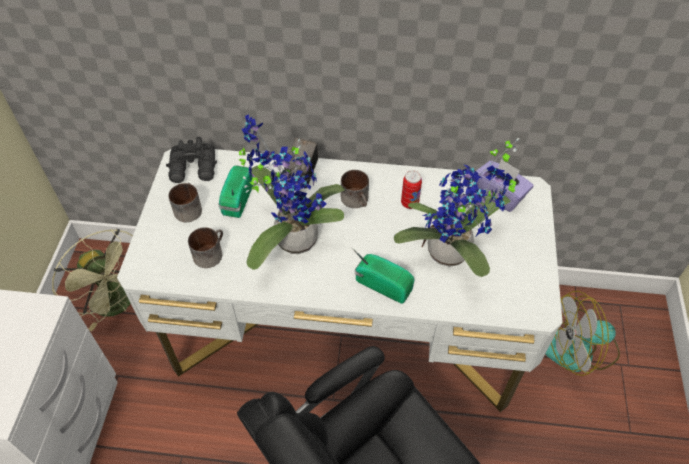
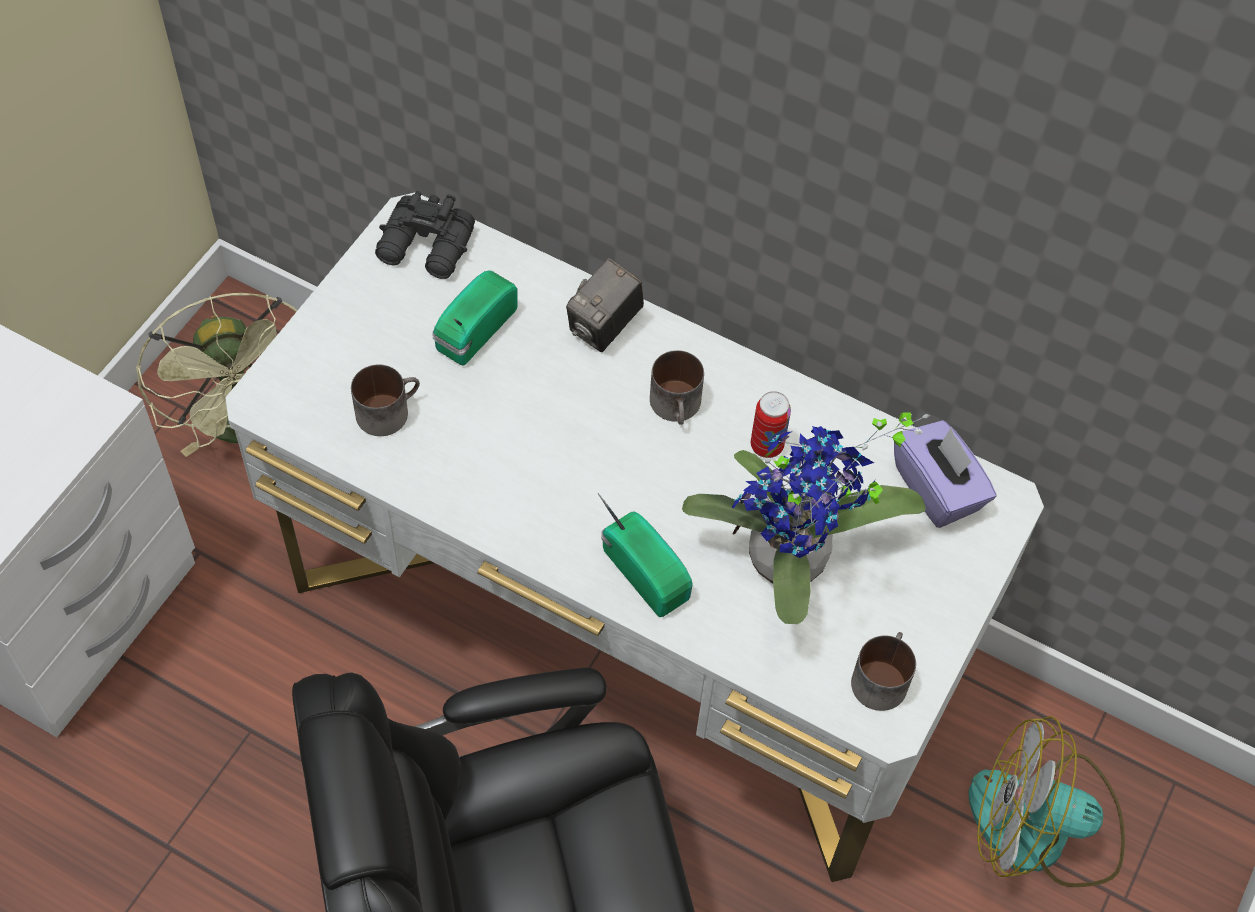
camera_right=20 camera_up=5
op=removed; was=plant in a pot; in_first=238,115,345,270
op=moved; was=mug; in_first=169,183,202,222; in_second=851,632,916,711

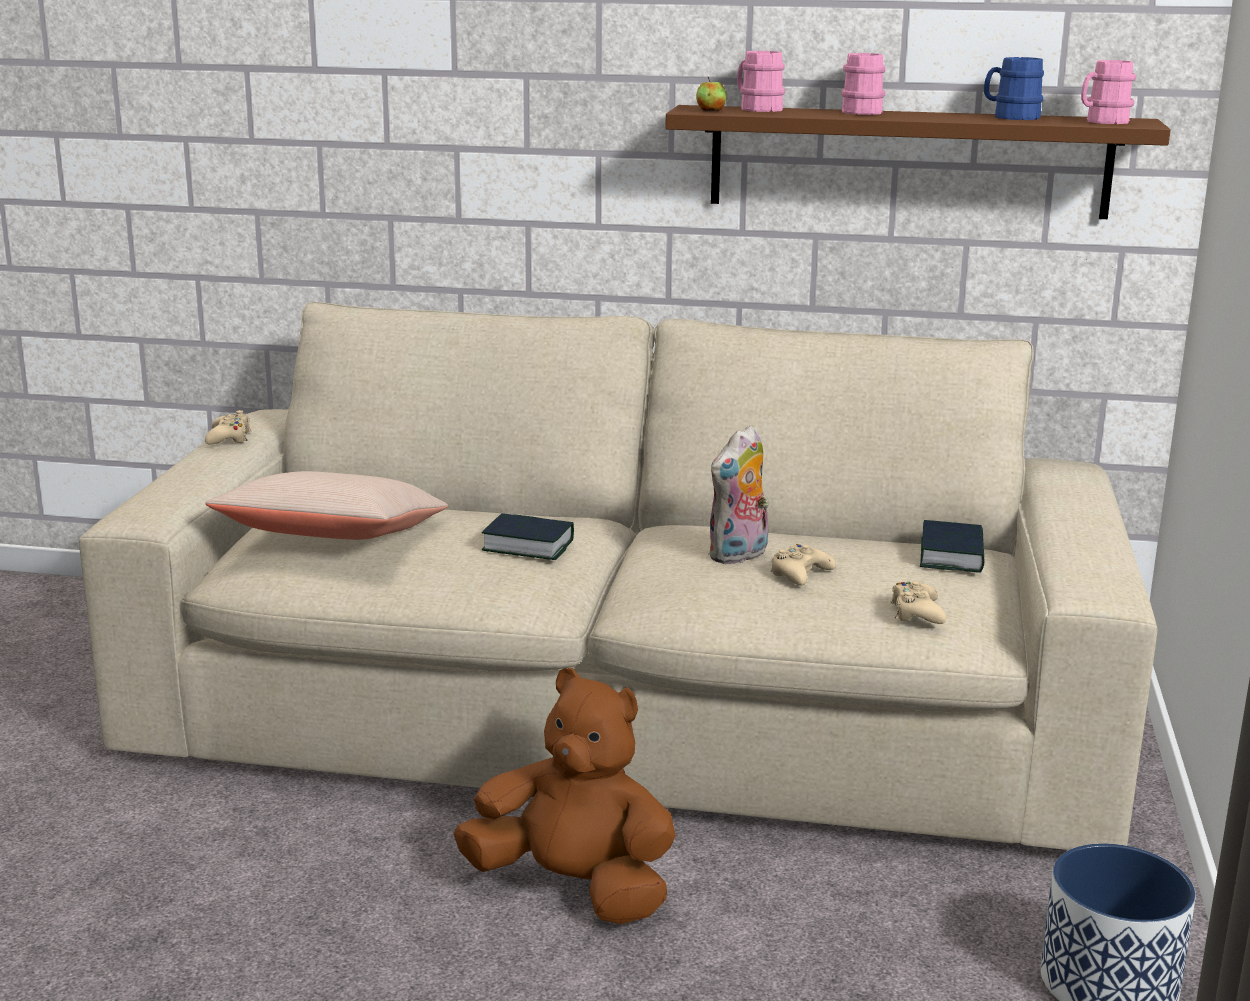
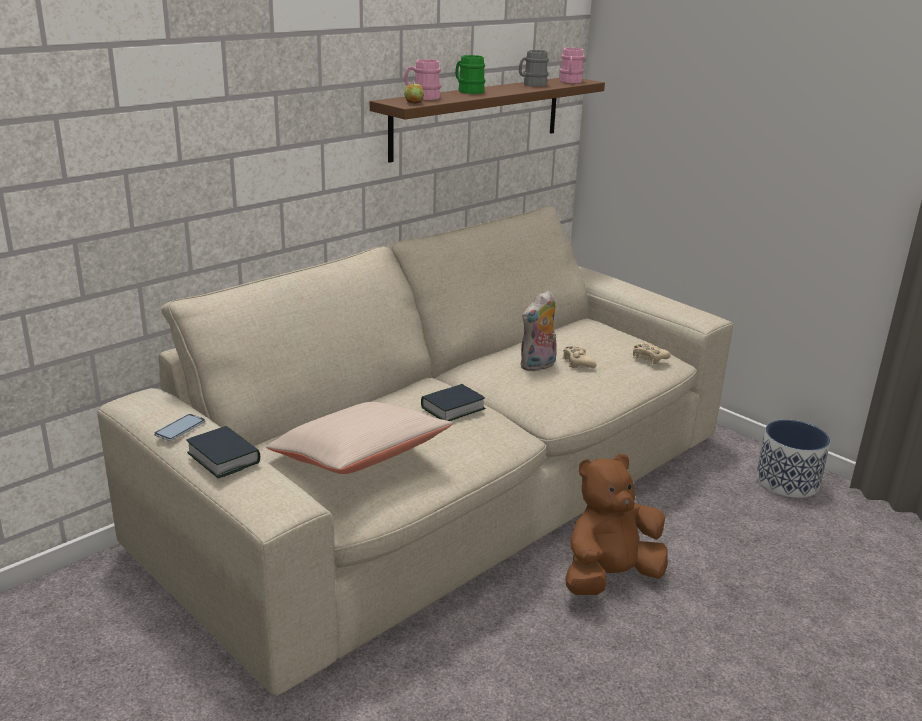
camera_right=-55 camera_up=5
op=moved; was=bound book; in_first=920,520,984,573; in_second=186,426,260,478
op=replaced; was=beige-coloured joypad; now=phone; in_first=205,410,252,445; in_second=154,414,205,441
op=recoloured; was=pink mug; now=greenish mug; in_first=841,53,886,115; in_second=455,55,486,94
op=recoloured; was=bluish mug; now=grey mug; in_first=984,57,1044,120; in_second=519,50,549,87
op=turned; was=soft toy; in_first=708,425,769,565; in_second=520,291,557,371; clockwise=60

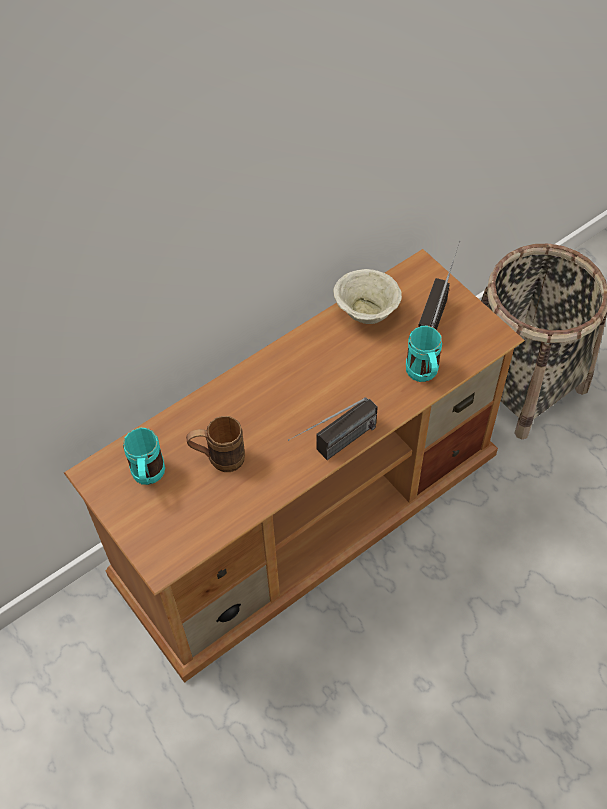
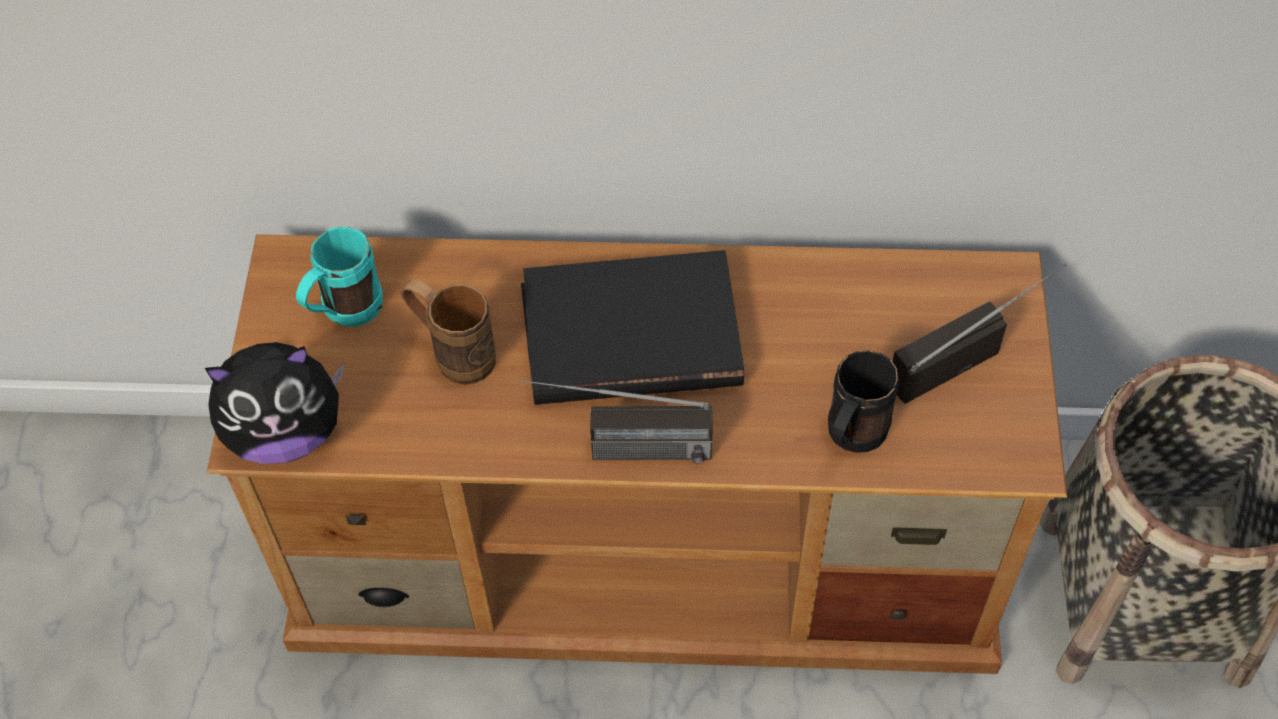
camera_right=40 camera_up=0
op=removed; was=beige-coloured serving bowl; in_first=333,269,402,324
op=added; now=soft toy; in_second=205,342,344,464
op=added; now=black bound book; in_second=521,250,744,405
op=recoloured; was=turquoise-coloured mug; now=black mug; in_first=406,326,442,382; in_second=828,351,899,453

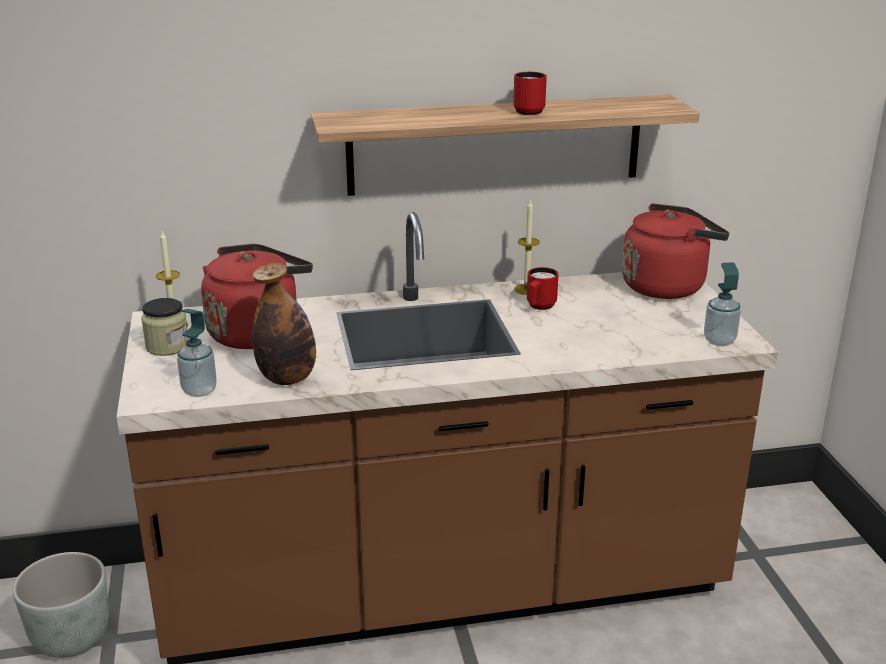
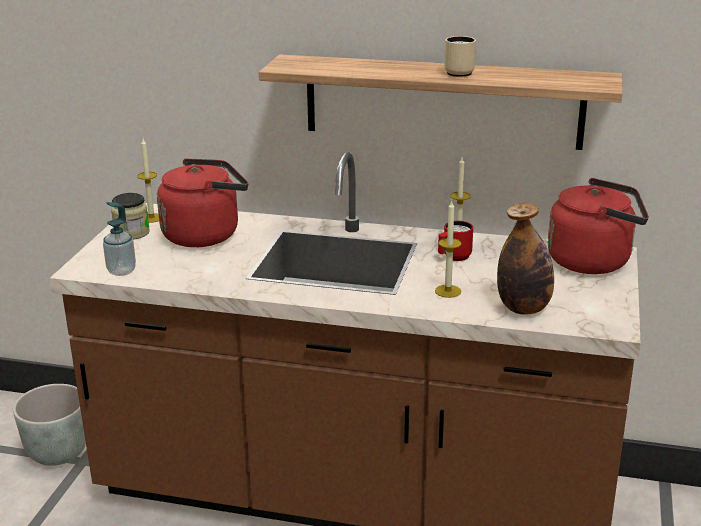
camera_right=25 camera_up=0
op=removed; was=soap dispenser; in_first=704,262,741,346
op=added; now=candle; in_second=435,201,462,298
op=moved; was=drink bottle; in_first=252,263,316,385; in_second=497,203,554,315
op=recoloured; was=red-coloured mug; now=beige-coloured mug; in_first=513,72,547,115; in_second=445,36,476,77

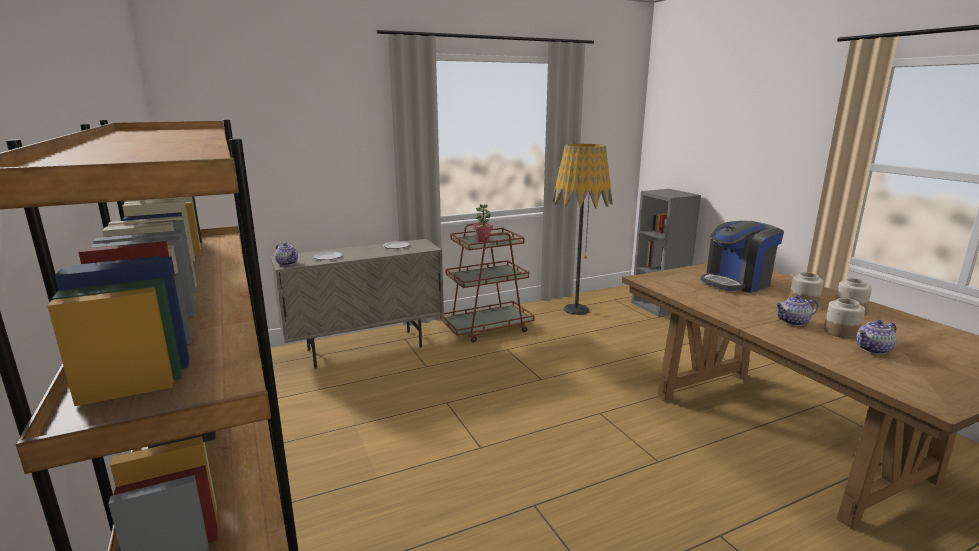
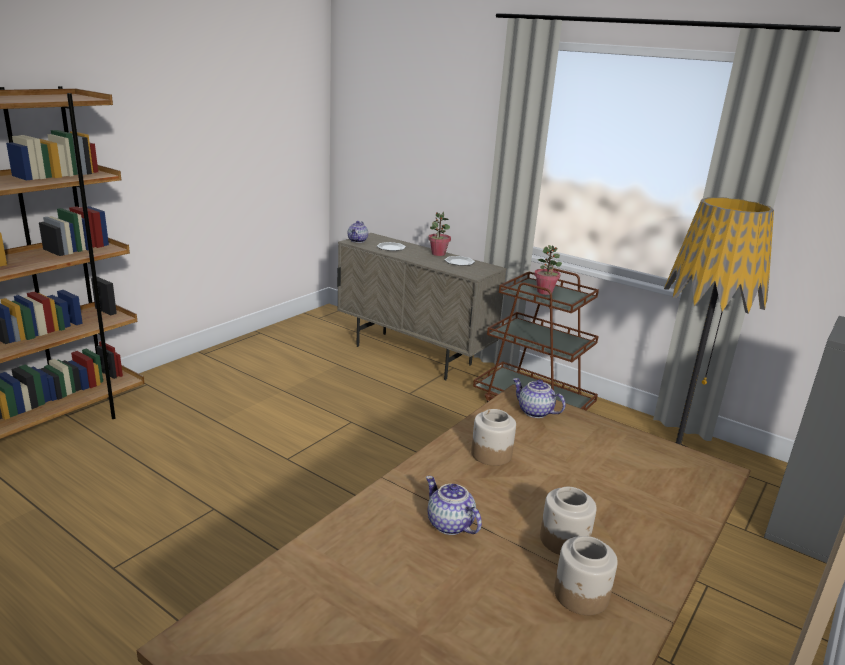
camera_right=60 camera_up=5
op=removed; was=coffee maker; in_first=701,221,784,293
op=added; now=plant in a pot; in_second=428,212,451,256
op=moved; was=jar; in_first=824,298,865,339; in_second=471,409,516,466
op=moved; was=teapot; in_first=856,320,896,355; in_second=513,378,565,418

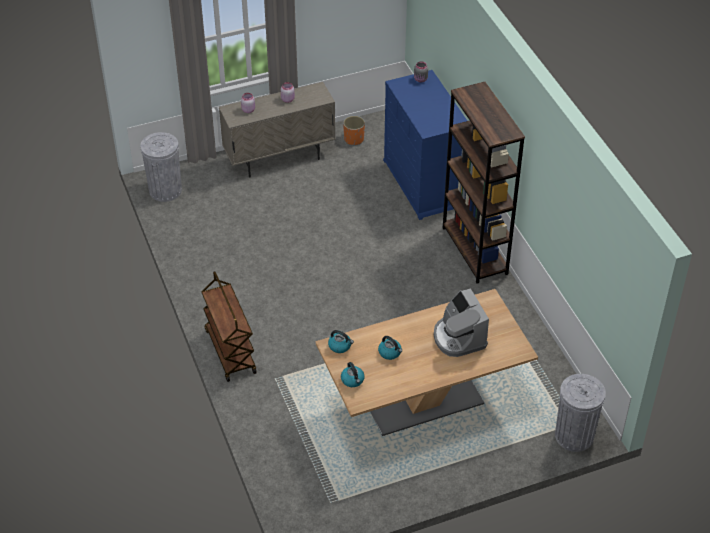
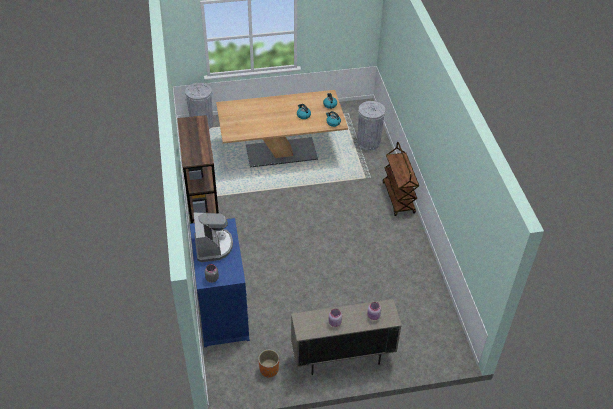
camera_right=-170 camera_up=0
op=moved; was=grey trash can; in_first=140,132,182,202; in_second=357,101,385,150
op=moved; was=coffee maker; in_first=434,288,489,357; in_second=193,213,233,262

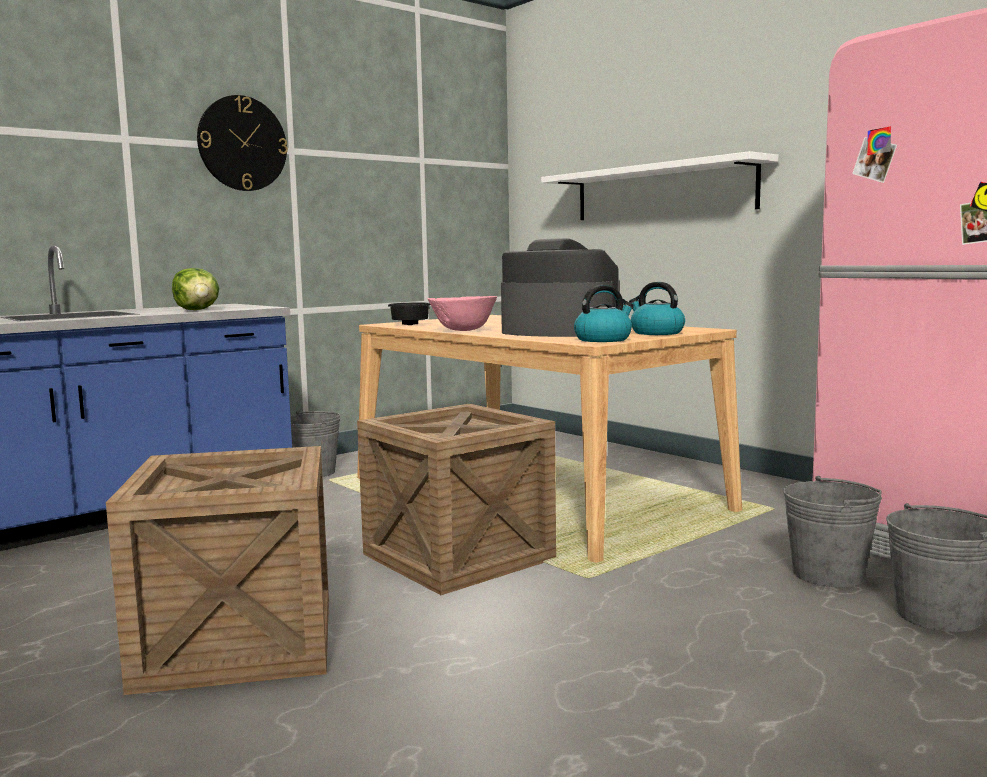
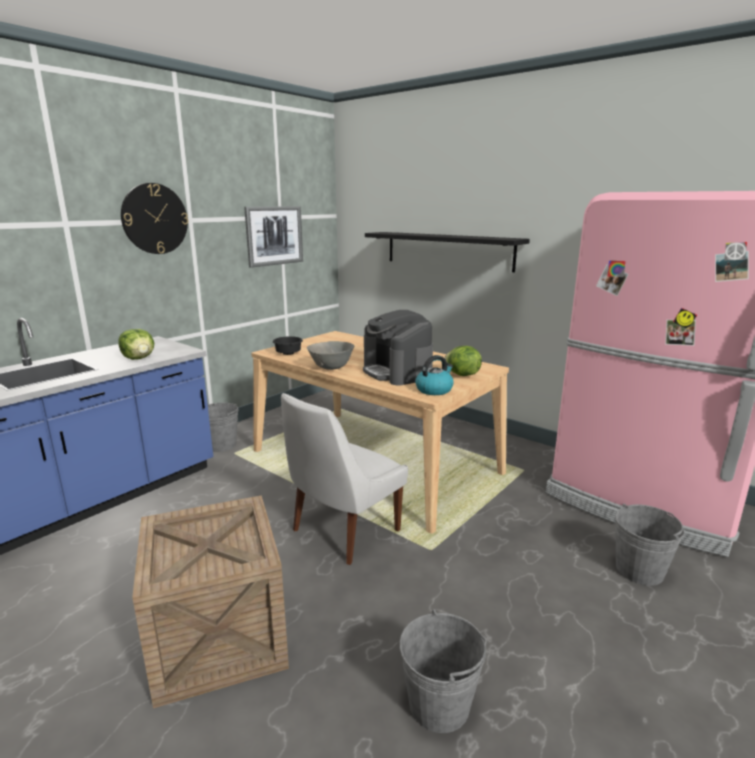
camera_right=-10 camera_up=10
op=added; now=picture; in_second=244,206,303,268
op=moved; was=grey pail; in_first=783,476,882,587; in_second=400,609,487,733
op=replaced; was=shipping crate; now=white upright chair; in_first=357,404,556,595; in_second=281,393,408,565
op=replaced; was=water kettle; now=lettuce; in_first=629,282,685,335; in_second=444,346,482,376
op=recoloured; was=pink serving bowl; now=grey serving bowl; in_first=428,296,497,331; in_second=307,341,354,370
op=recoloured; was=white bracket shelf; now=black bracket shelf; in_first=541,151,778,220; in_second=365,232,530,272
op=turned; was=coffee maker; in_first=501,238,620,337; in_second=363,310,433,386; clockwise=-135

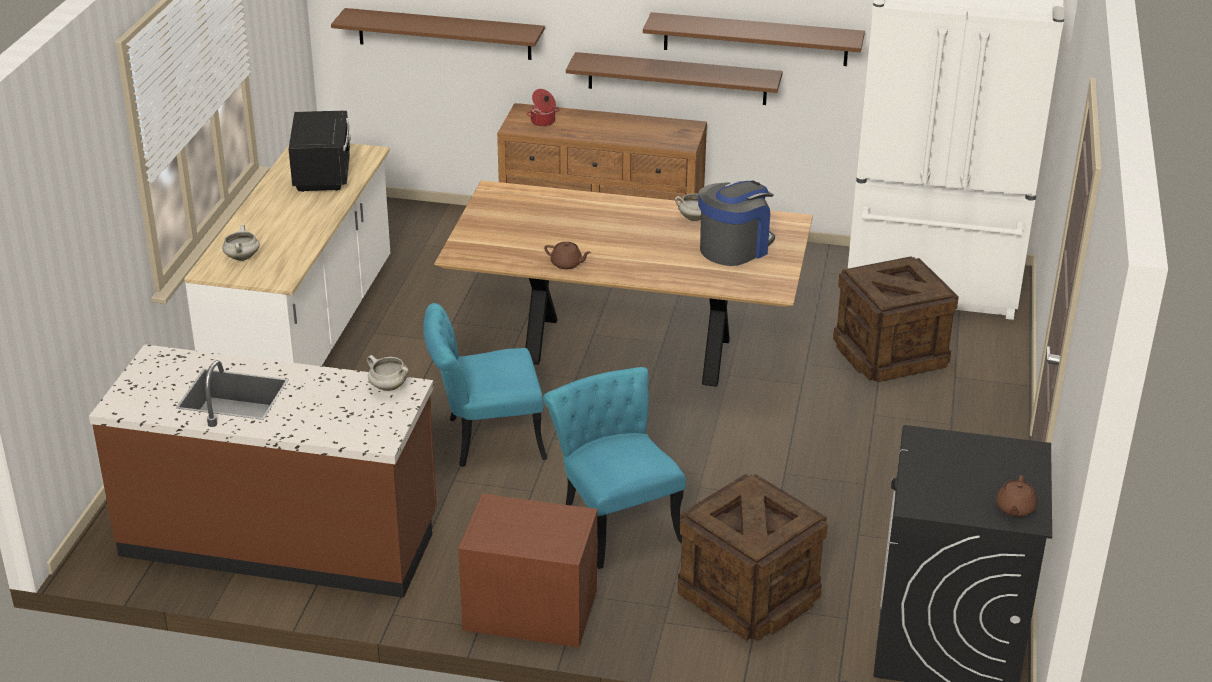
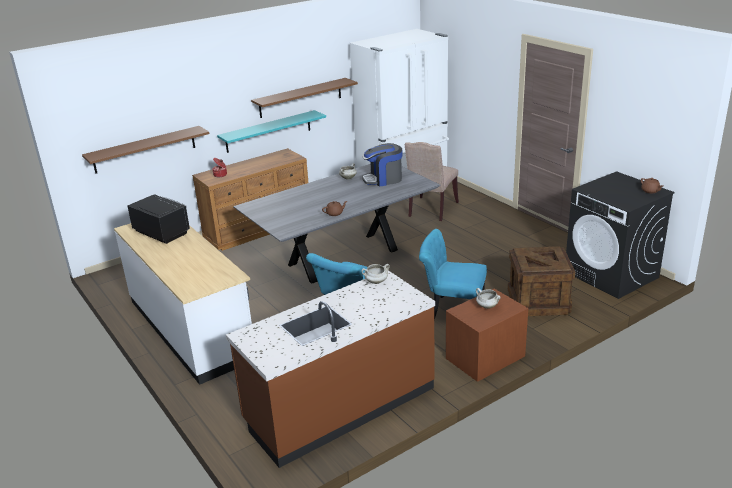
camera_right=-45 camera_up=-5
op=moved; was=white stockpot; in_first=222,225,260,261; in_second=476,288,501,308
op=replaced; was=shipping crate; now=beige-coloured upright chair; in_first=833,256,959,382; in_second=405,142,459,221
op=recoloured; was=brownish kitchen table; now=grey kitchen table; in_first=434,180,813,386; in_second=233,164,441,284
op=recoloured; was=brownish bracket shelf; now=turquoise-coloured bracket shelf; in_first=566,52,783,105; in_second=217,110,326,153
op=turned; was=coffee maker; in_first=698,181,775,266; in_second=362,143,402,187; clockwise=-105

